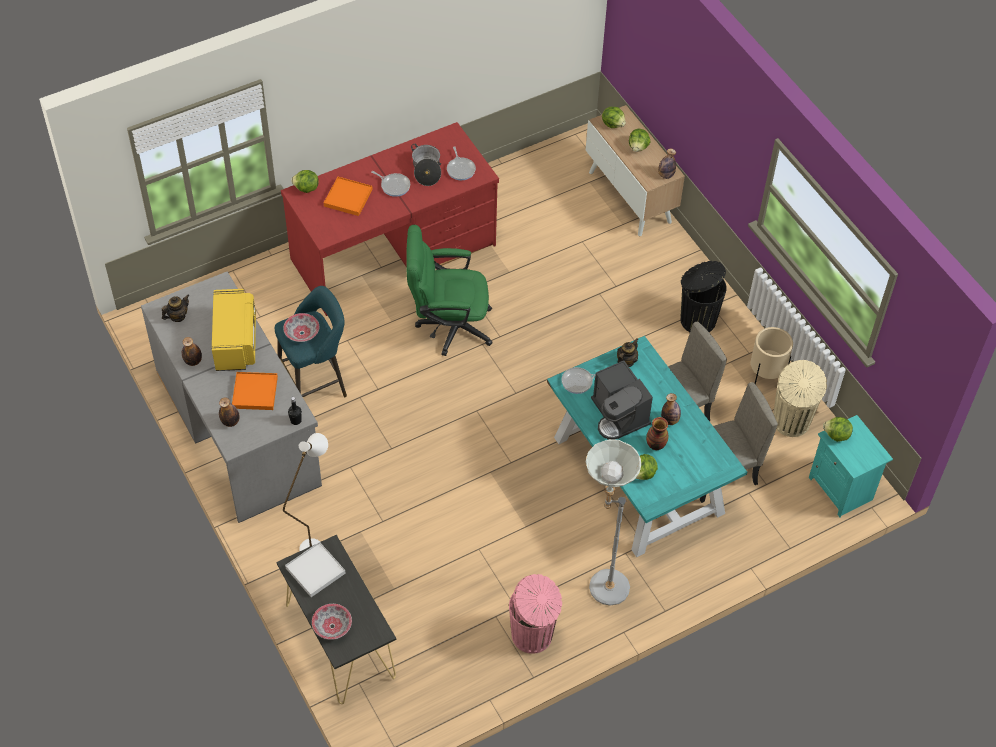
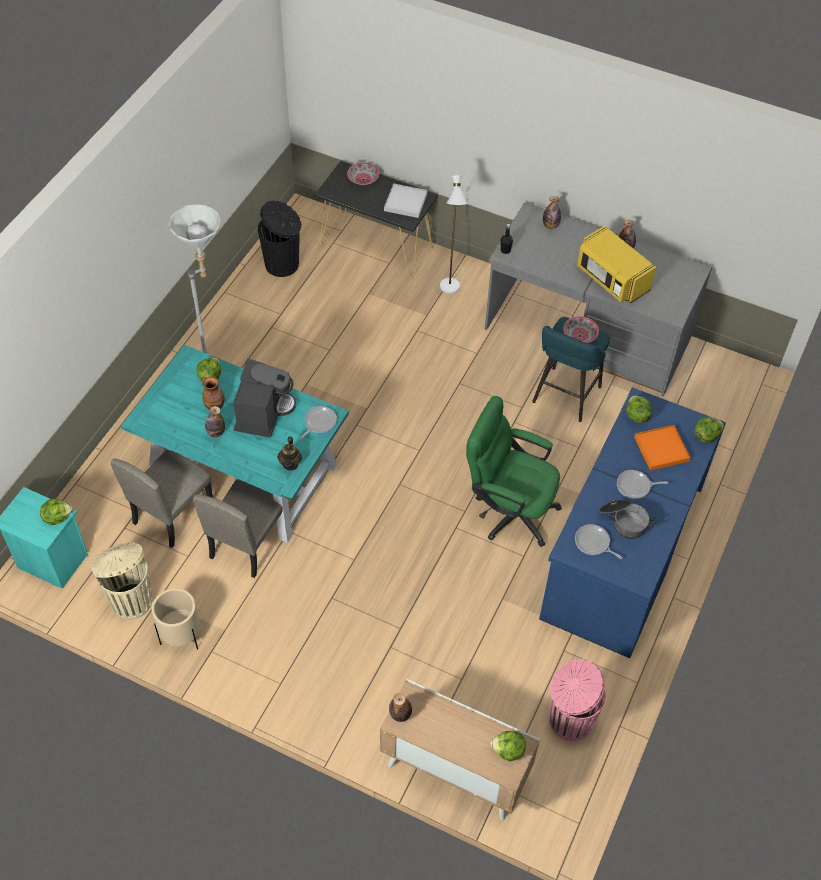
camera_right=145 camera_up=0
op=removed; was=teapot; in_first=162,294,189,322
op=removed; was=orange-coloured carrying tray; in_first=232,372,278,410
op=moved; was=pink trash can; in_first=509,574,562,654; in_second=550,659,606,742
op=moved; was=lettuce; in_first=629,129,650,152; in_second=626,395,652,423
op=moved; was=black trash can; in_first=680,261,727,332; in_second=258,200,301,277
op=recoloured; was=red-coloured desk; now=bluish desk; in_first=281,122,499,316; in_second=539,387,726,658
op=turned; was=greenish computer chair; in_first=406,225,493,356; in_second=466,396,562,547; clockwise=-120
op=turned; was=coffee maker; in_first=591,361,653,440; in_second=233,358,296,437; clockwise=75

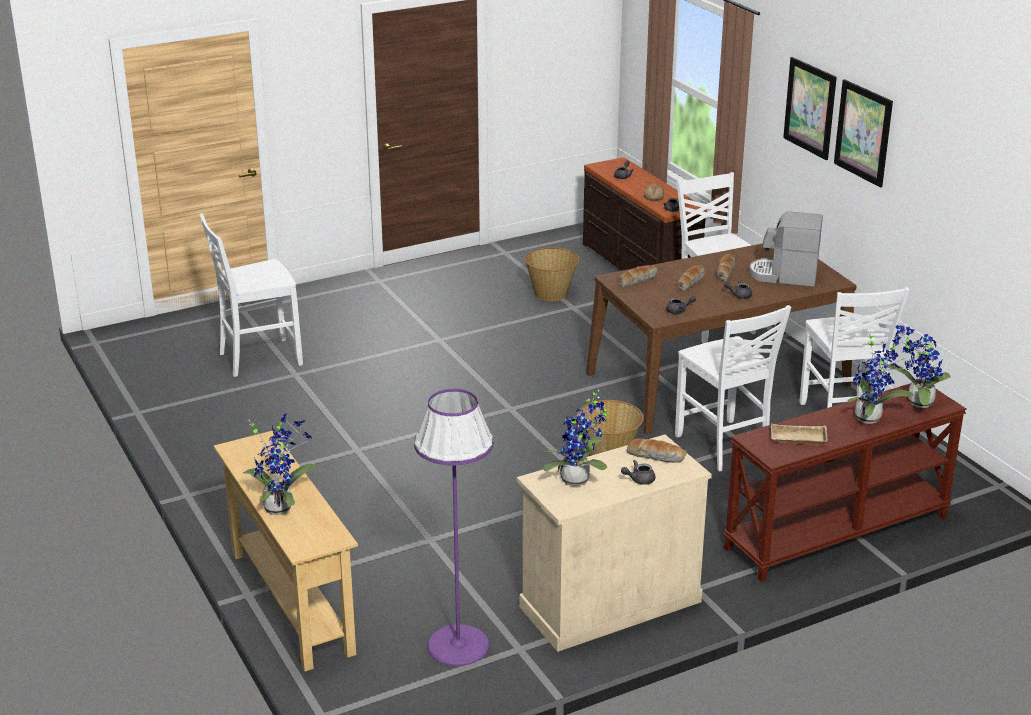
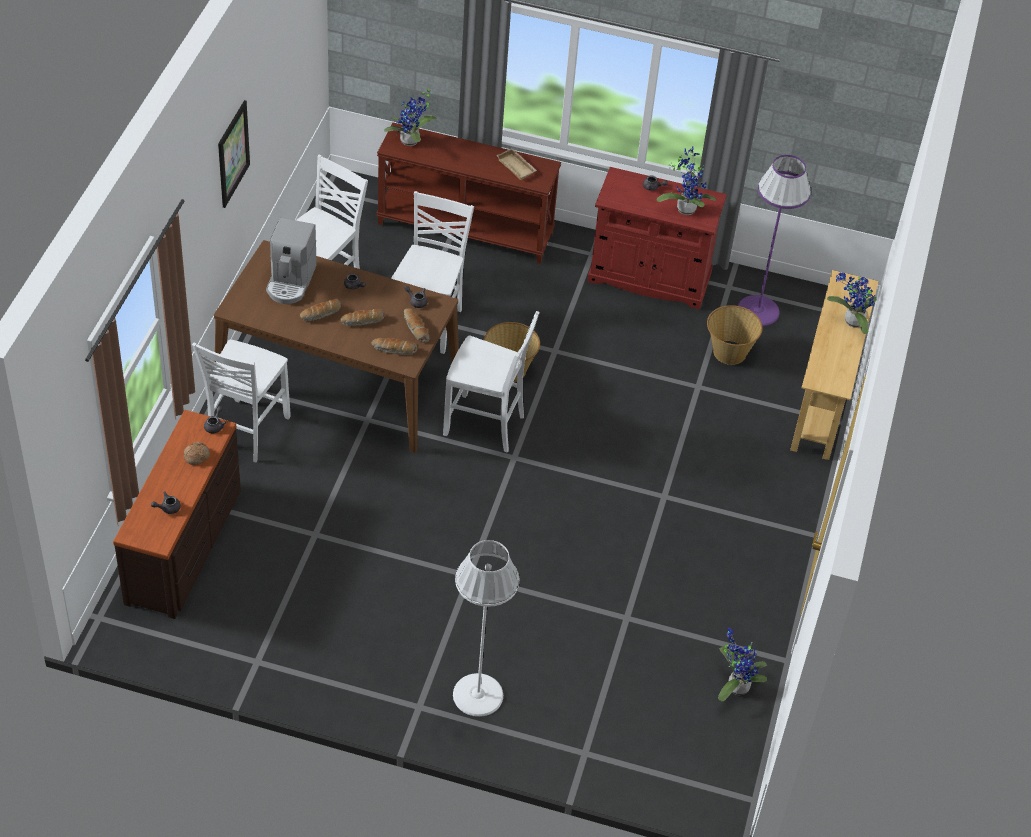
camera_right=-140 camera_up=20
op=removed; was=picture; in_first=783,57,837,160
op=added; now=white standing lamp; in_second=453,540,520,717
op=moved; was=white upright chair; in_first=200,213,303,377; in_second=443,311,539,453
op=moved; was=basket; in_first=525,247,580,301; in_second=707,305,763,365
op=moved; was=bakery bread; in_first=627,438,687,463; in_second=404,308,430,342
op=moved; was=plant in a pot; in_first=847,331,913,424; in_second=718,628,767,701
op=recoloured; was=beige-coloured cupboard; now=red-coloured cupboard; in_first=517,435,712,652; in_second=587,167,727,309
op=turned; was=coffee maker; in_first=749,211,823,287; in_second=266,218,317,304; clockwise=45

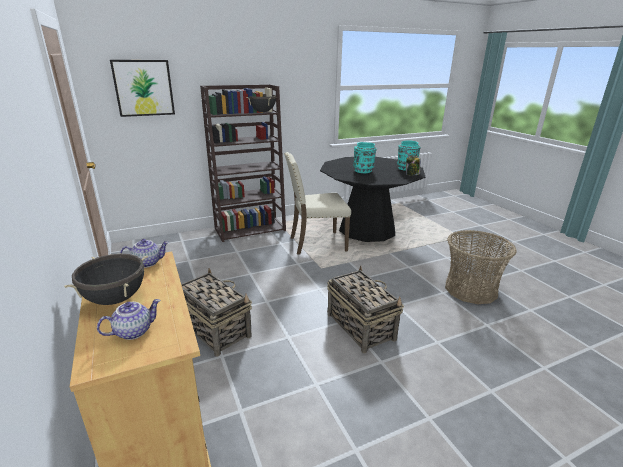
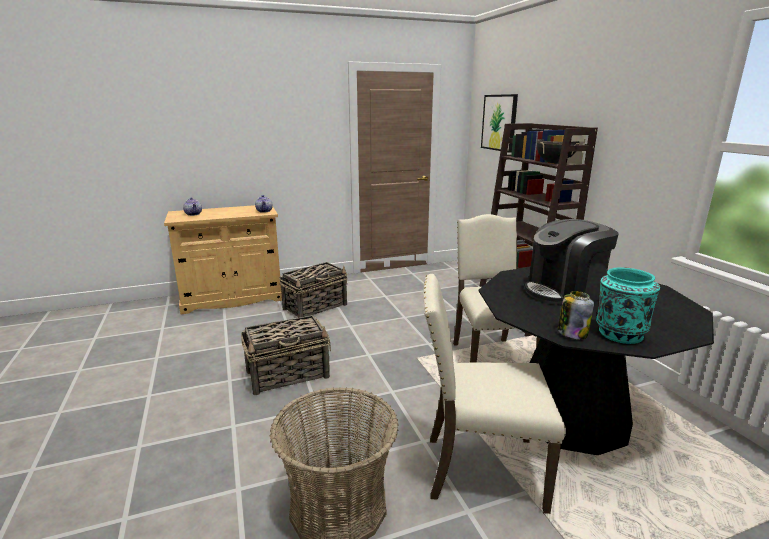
camera_right=95 camera_up=-5
op=removed; was=black stockpot; in_first=64,254,148,305
op=added; now=beige-coloured upright chair; in_second=423,274,566,514
op=replaced; was=turquoise-coloured flower vase; now=coffee maker; in_first=353,142,377,173; in_second=525,219,619,304

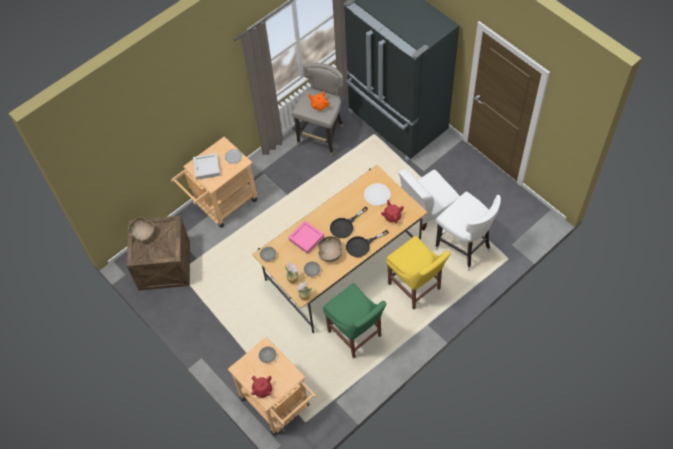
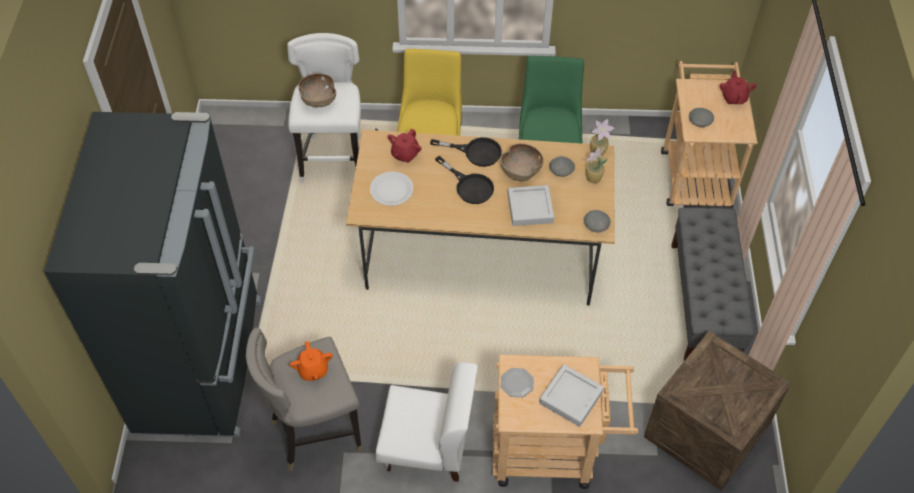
camera_right=-140 camera_up=-5
op=added; now=grey indoor bench; in_second=671,208,754,361
op=moved; was=brownish serving bowl; in_first=128,217,155,242; in_second=298,73,336,107
op=moved; was=white upright chair; in_first=398,168,460,231; in_second=376,362,478,482
op=recoloured; was=pink carrying tray; now=grey carrying tray; in_first=288,221,324,254; in_second=508,185,554,226
op=turned; was=black skillet; in_first=330,206,368,238; in_second=435,156,494,204; clockwise=45

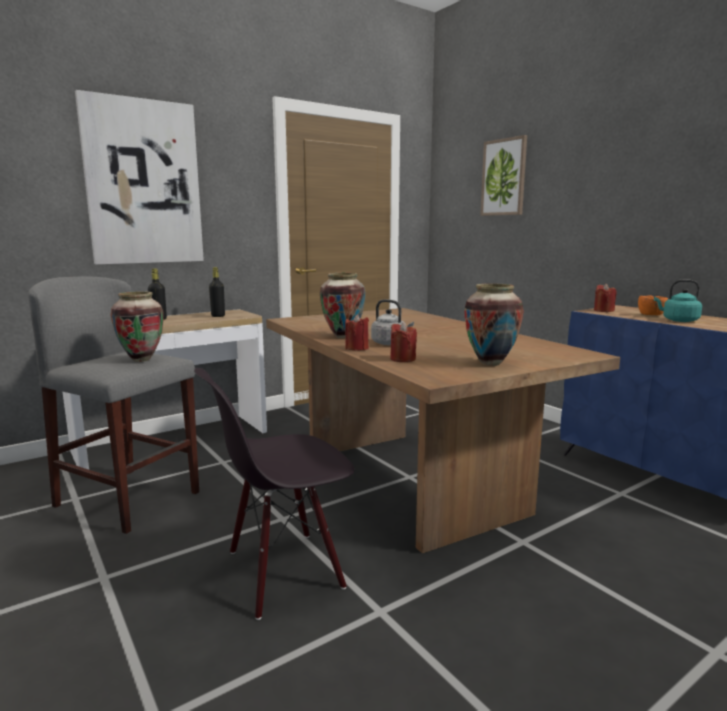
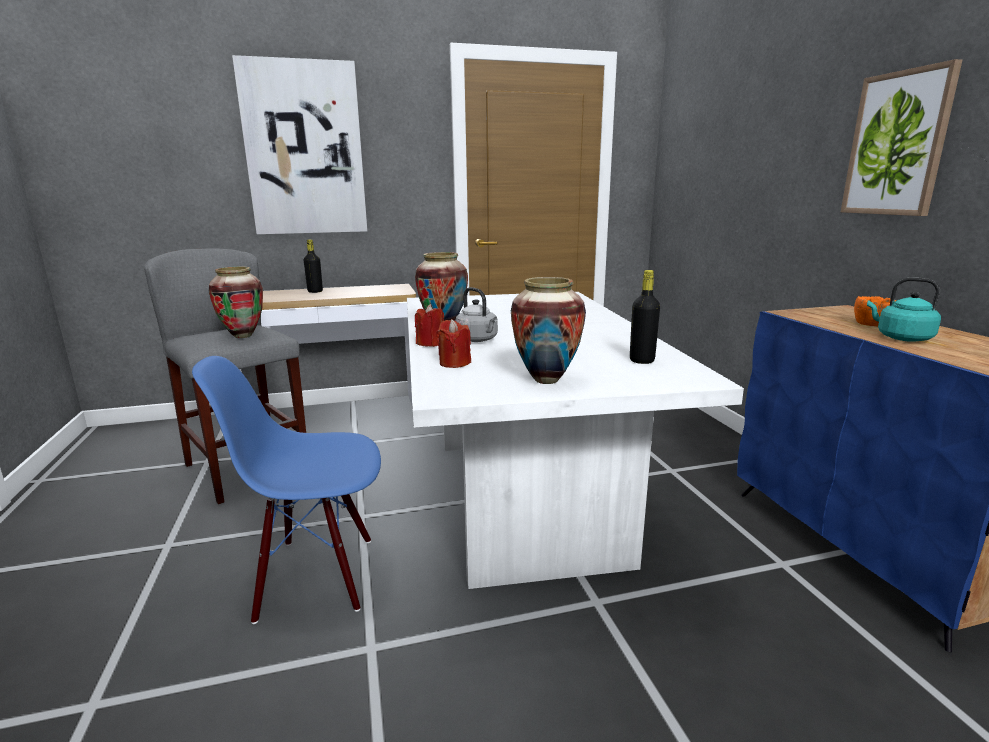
camera_right=20 camera_up=5
op=removed; was=red-coloured candle; in_first=594,283,616,312
op=moved; was=black drink bottle; in_first=209,267,225,317; in_second=630,270,660,364
op=moved; was=picture; in_first=480,135,527,216; in_second=841,59,962,216
op=recoloured; was=black upright chair; now=bluish upright chair; in_first=194,368,355,620; in_second=192,356,381,624
op=recoloured; was=brownish kitchen table; now=white kitchen table; in_first=266,308,620,553; in_second=407,292,744,589

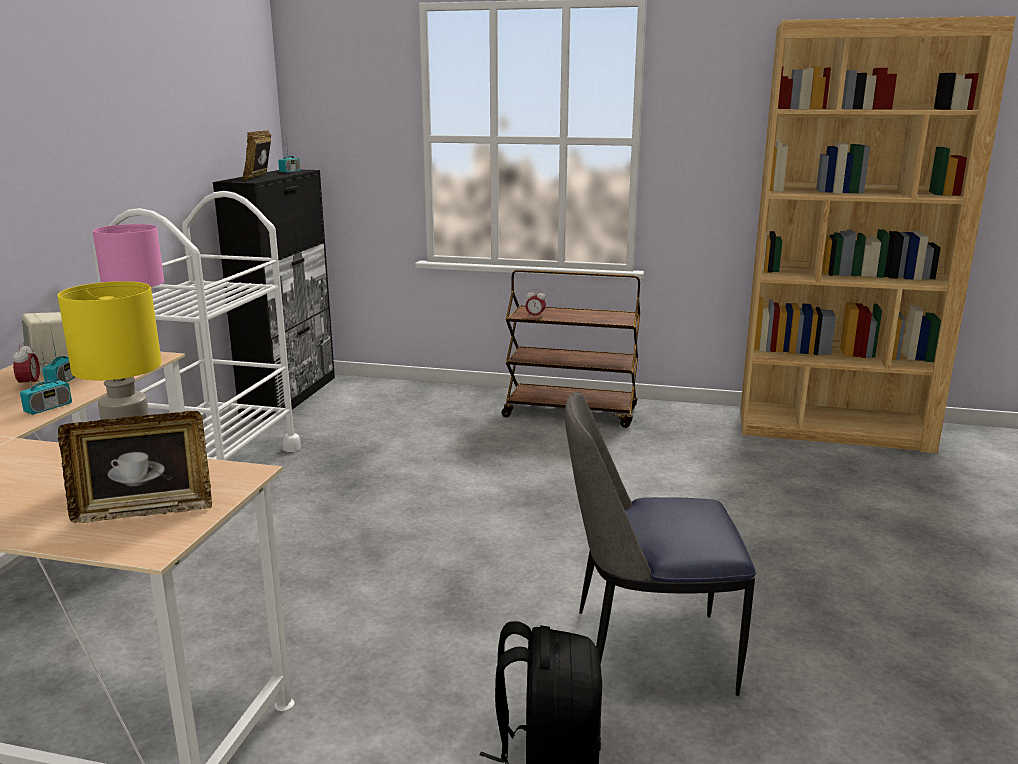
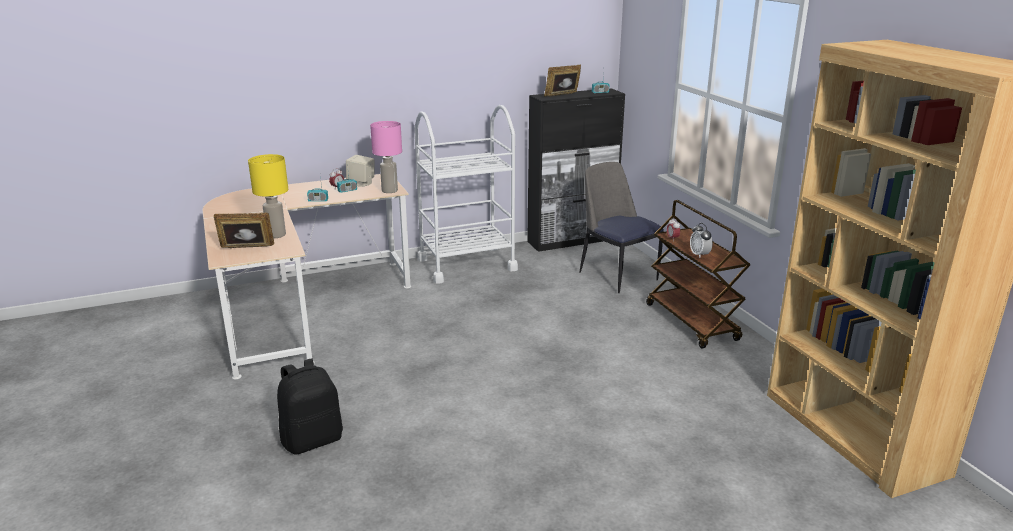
camera_right=55 camera_up=5
op=added; now=alarm clock; in_second=690,223,713,258
op=moved; was=upright chair; in_first=565,392,756,696; in_second=579,162,664,293
op=turned; was=photo frame; in_first=58,411,212,523; in_second=214,213,274,248; clockwise=135

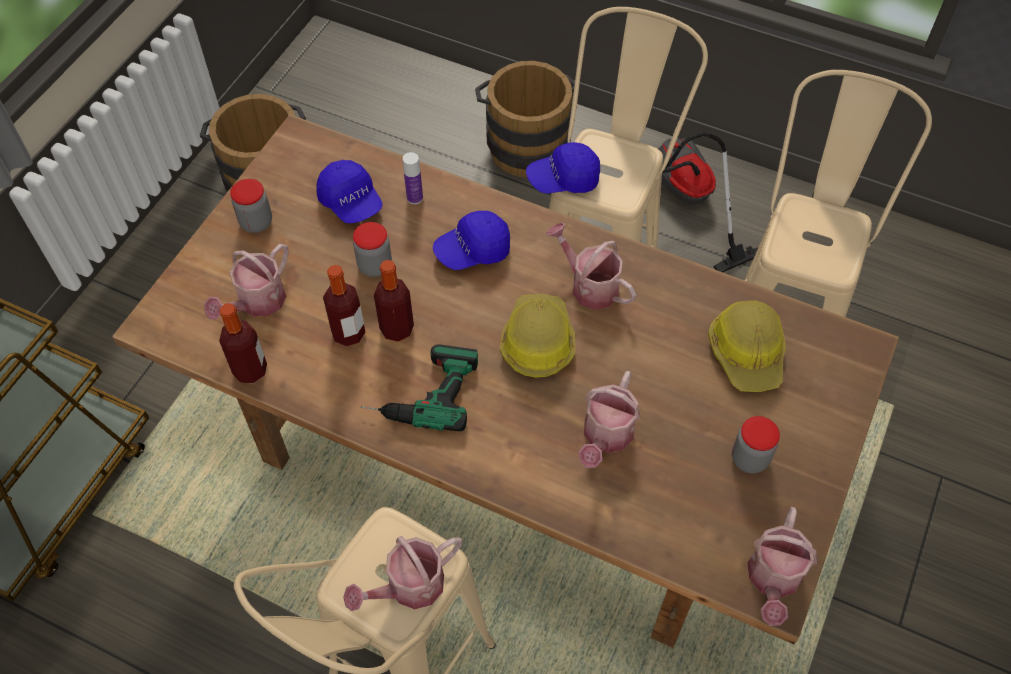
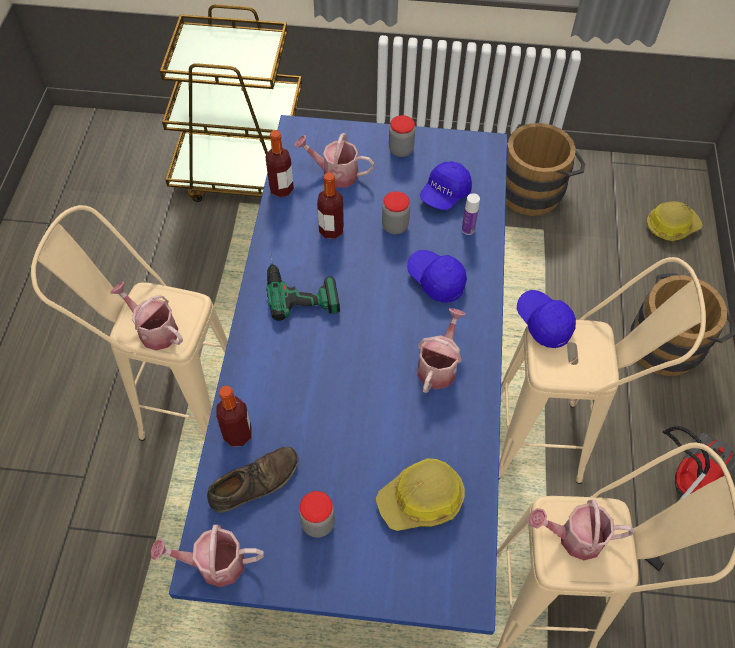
camera_right=70 camera_up=0
op=added; now=brownish shoe; in_second=207,447,298,513
op=moved; was=drink bottle; in_first=374,260,414,341; in_second=216,386,252,447
op=moved; was=safety helmet; in_first=500,294,575,378; in_second=647,201,703,241
op=moved; was=watering can; in_first=579,371,641,468; in_second=528,499,635,560
op=recoloured; was=brownish kitchen table; now=bluish kitchen table; in_first=112,114,899,648; in_second=169,115,507,635

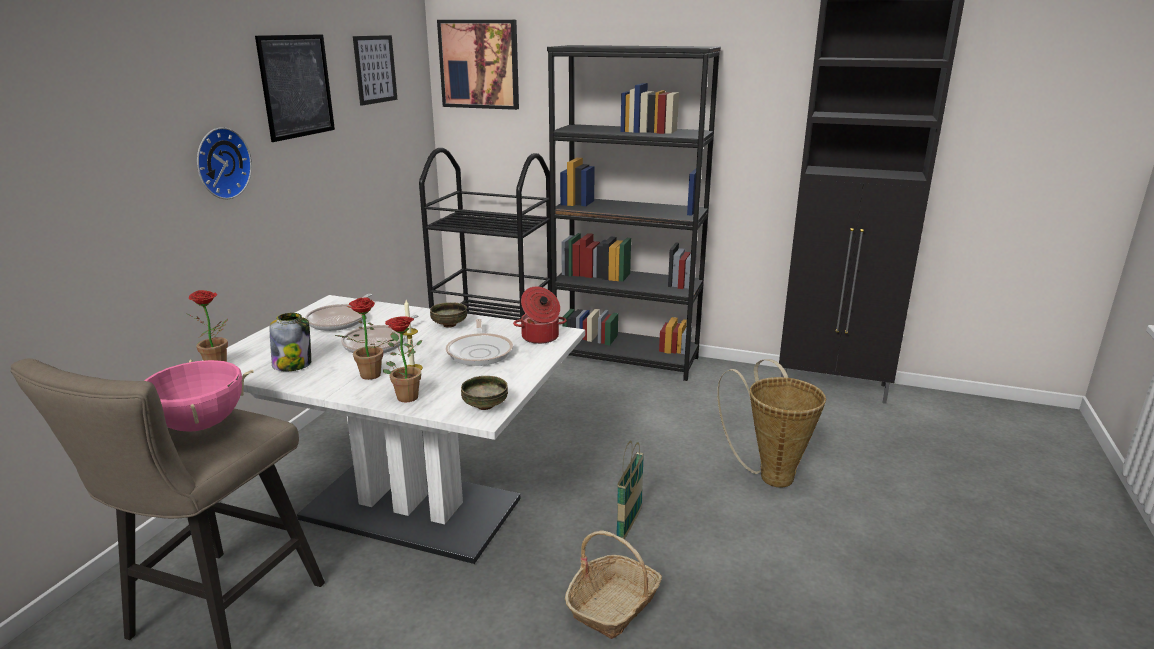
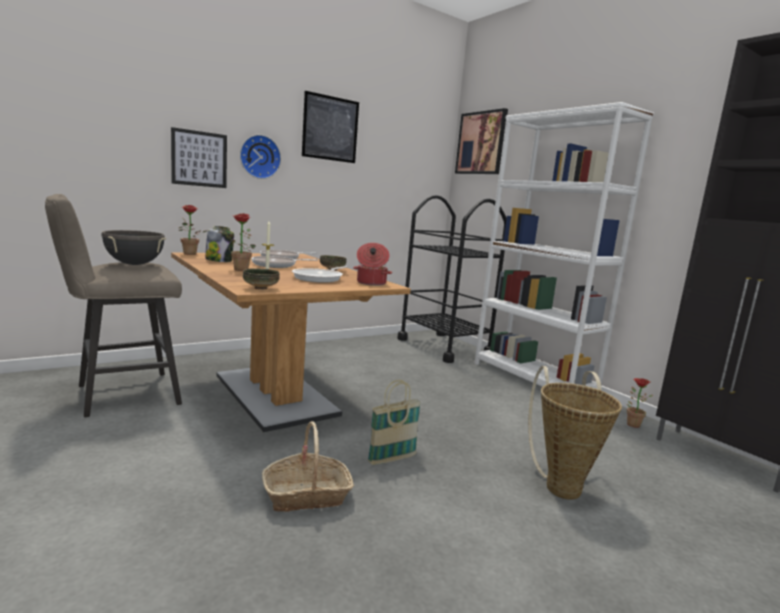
camera_right=35 camera_up=-10
op=moved; was=picture; in_first=353,35,397,105; in_second=171,127,227,188
op=moved; was=plant in a pot; in_first=383,316,423,402; in_second=627,378,653,428
op=recoloured; was=pink stockpot; now=black stockpot; in_first=145,360,254,432; in_second=101,230,166,265
op=recoloured; was=white kitchen table; now=brownish kitchen table; in_first=202,295,585,564; in_second=171,252,411,432
op=recoloured; was=black bookshelf; now=white bookshelf; in_first=547,45,721,381; in_second=474,102,654,389

